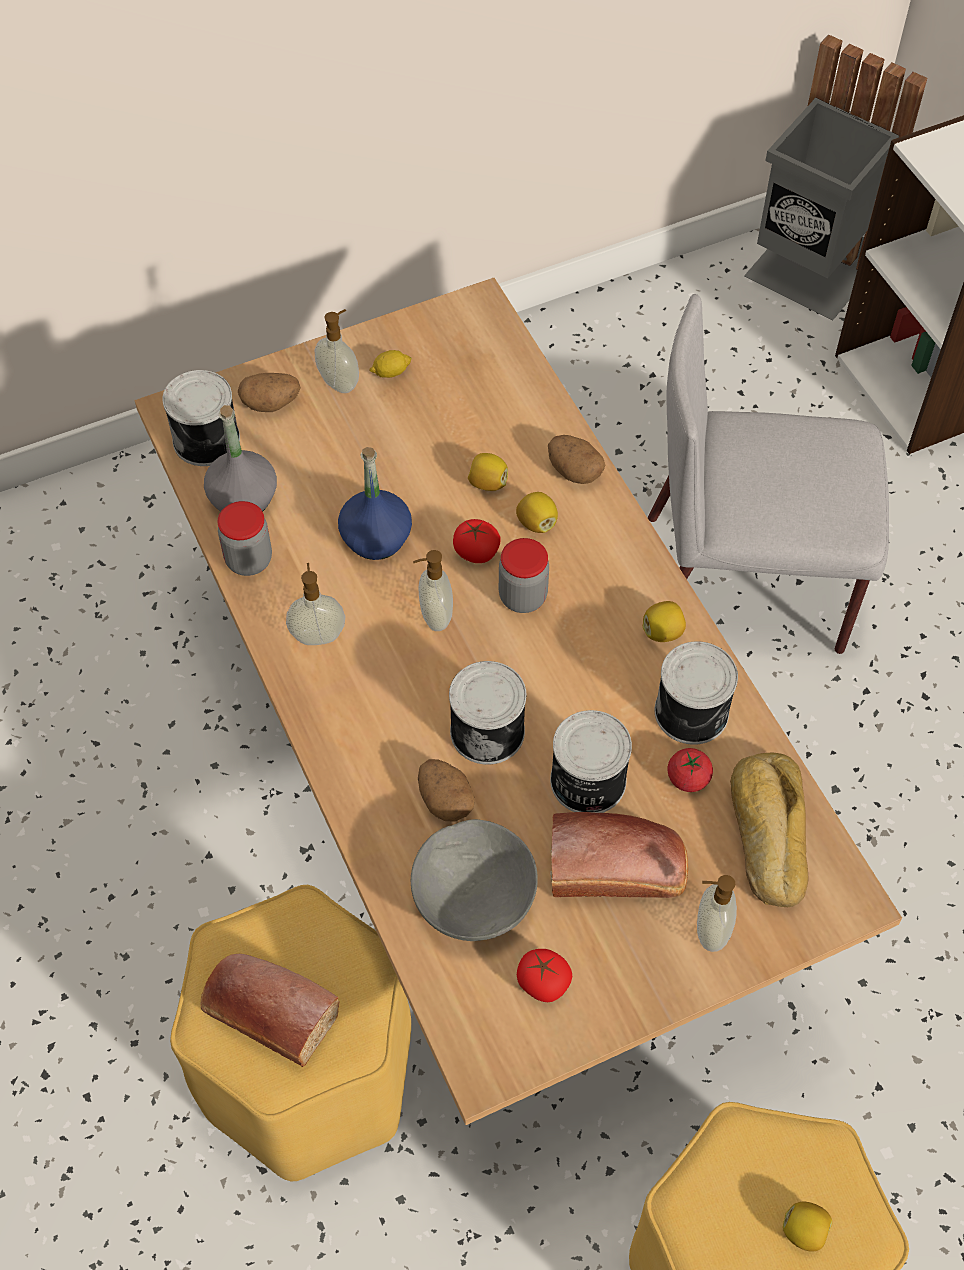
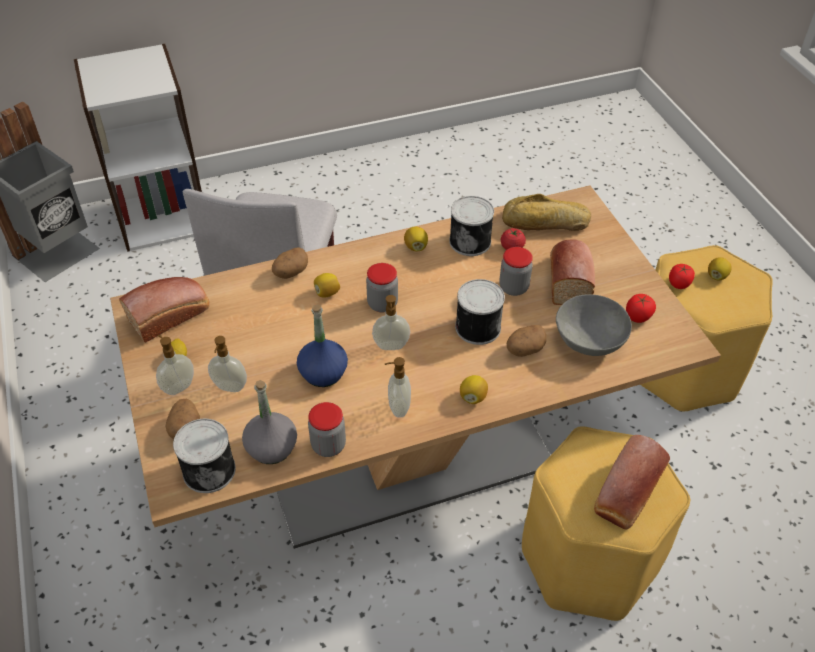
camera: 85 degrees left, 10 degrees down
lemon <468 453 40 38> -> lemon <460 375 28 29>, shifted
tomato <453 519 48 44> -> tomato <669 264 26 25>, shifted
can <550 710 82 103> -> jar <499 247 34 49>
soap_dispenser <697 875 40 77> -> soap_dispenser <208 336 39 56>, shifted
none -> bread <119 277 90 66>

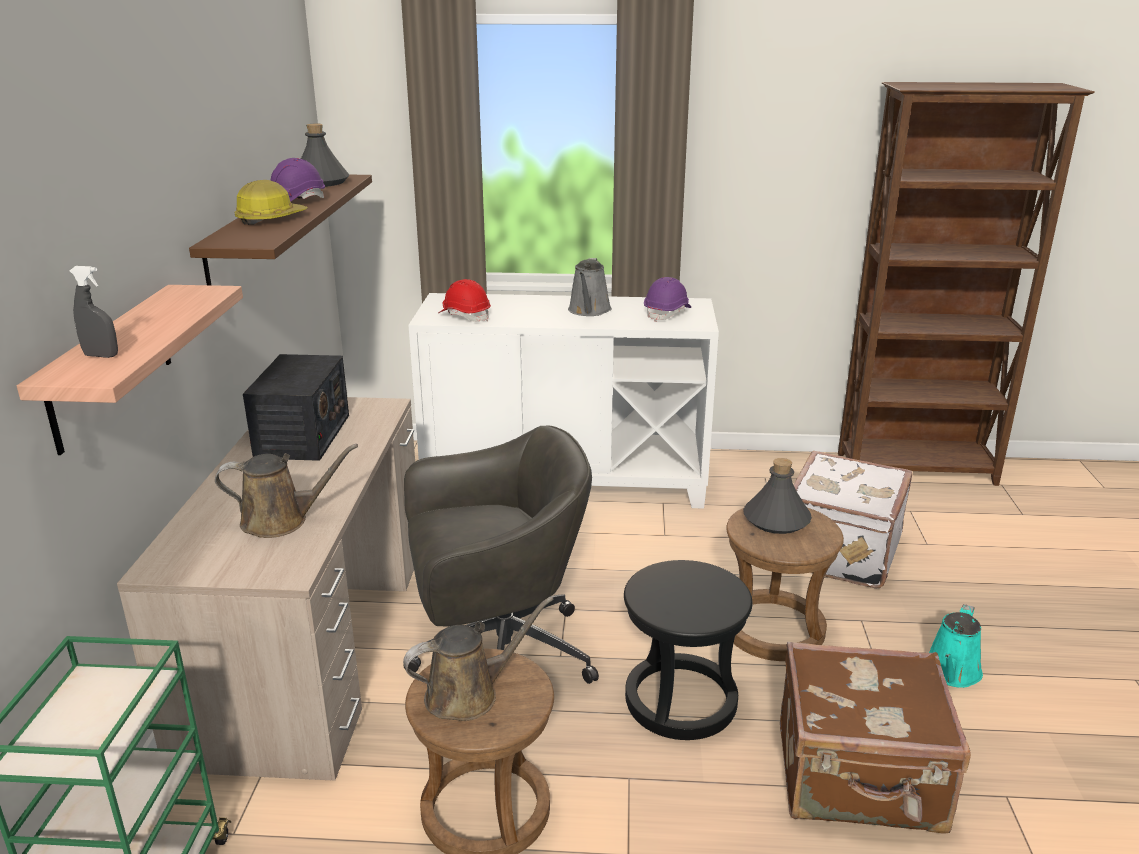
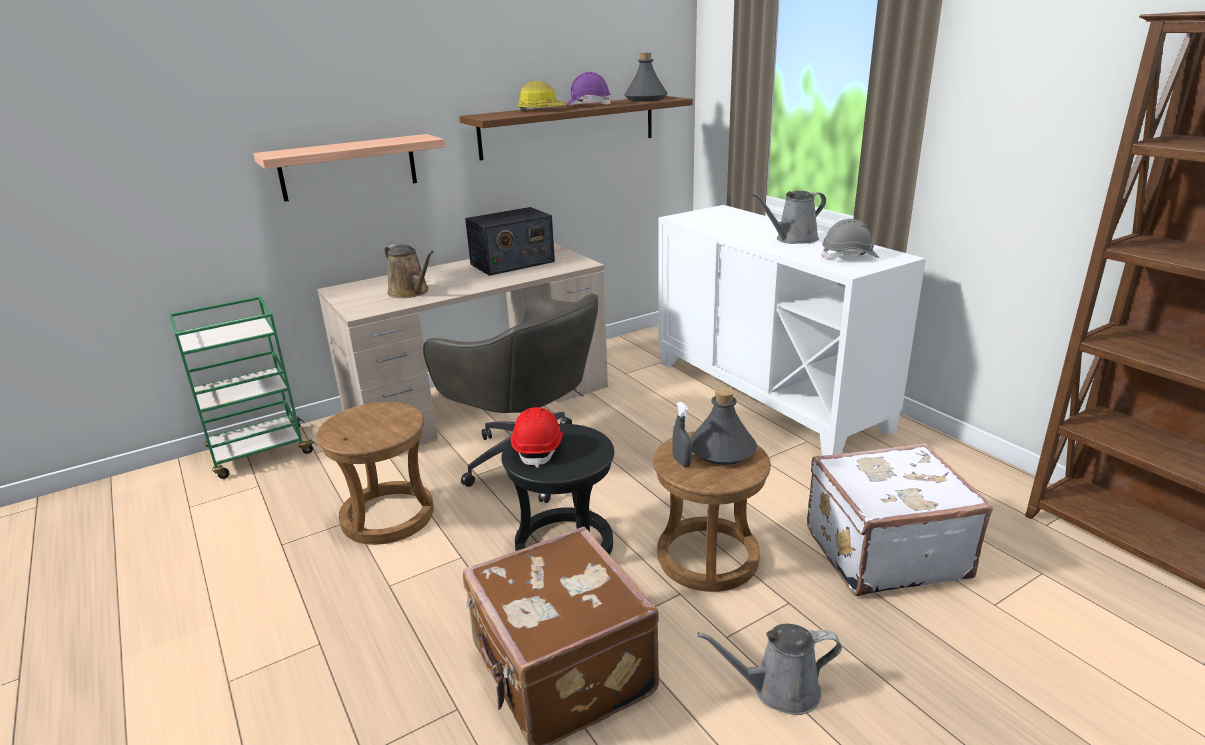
camera: 55 degrees right, 0 degrees up
grey_spray_bottle <70 266 48 92> -> grey_spray_bottle <672 402 20 65>, shifted
purple_hard_hat <644 277 47 45> -> grey_hard_hat <821 219 58 40>
red_hard_hat <439 279 52 43> -> red_hard_hat <510 407 53 61>, shifted
brown_watering_can <403 596 151 125> -> none
turquoise_watering_can <929 604 54 84> -> grey_watering_can <697 624 145 91>

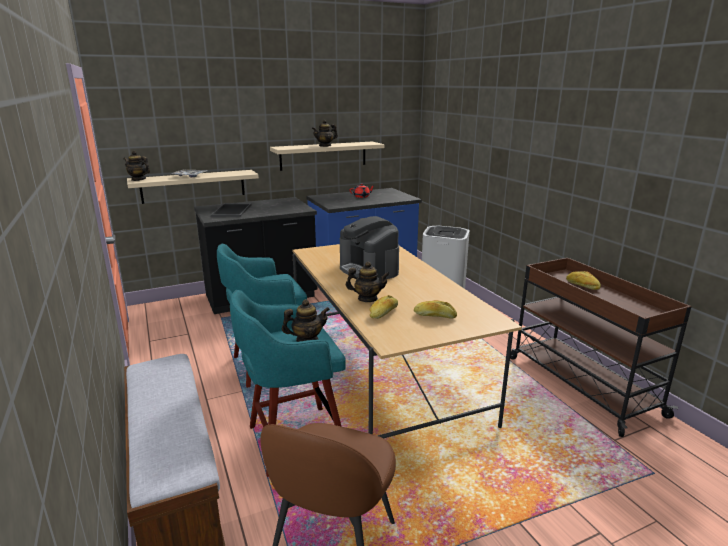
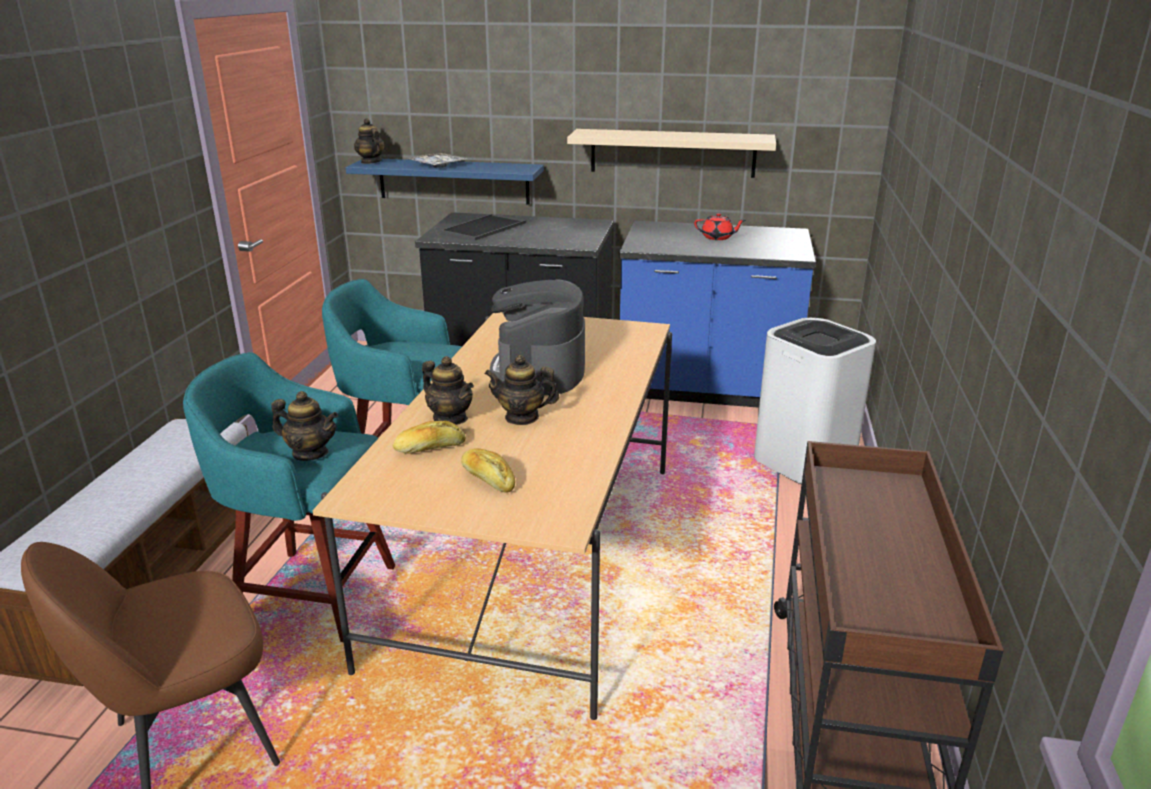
camera: 35 degrees right, 5 degrees up
teapot <312 120 26 27> -> teapot <484 355 75 70>, shifted
beige_shelf <127 170 132 34> -> blue_shelf <346 159 198 46>
bread <566 271 35 19> -> none

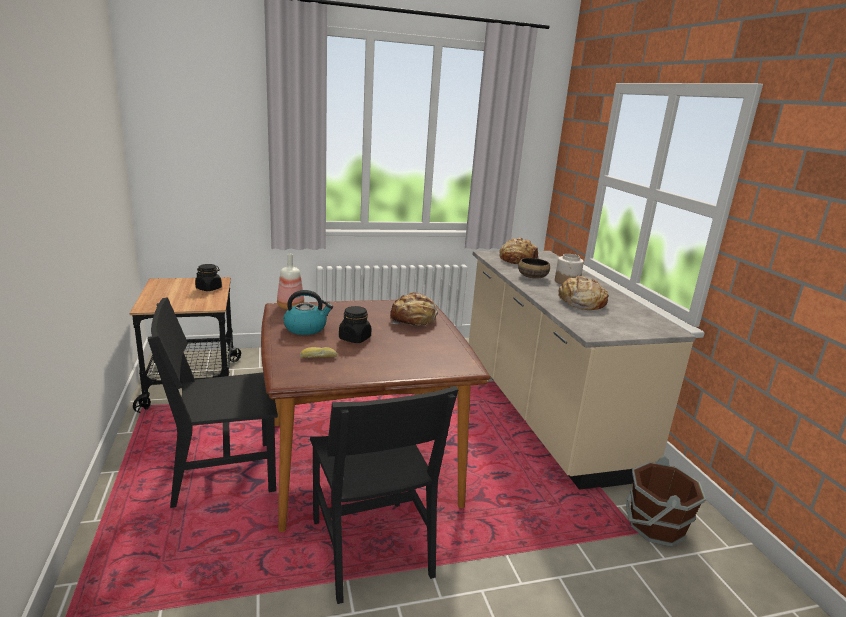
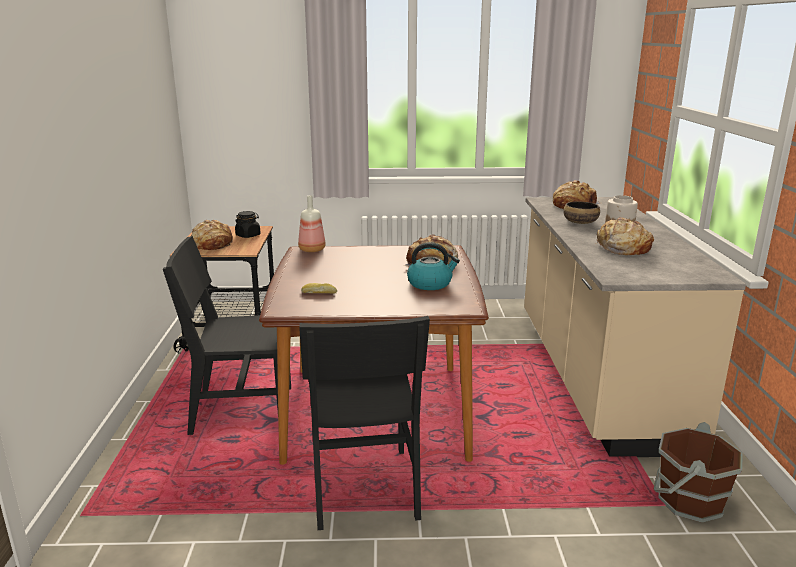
camera: 15 degrees right, 0 degrees up
kettle <283 290 50 45> -> kettle <407 242 53 48>, shifted
black_jar <339 306 32 37> -> none
none -> bread <191 220 42 30>

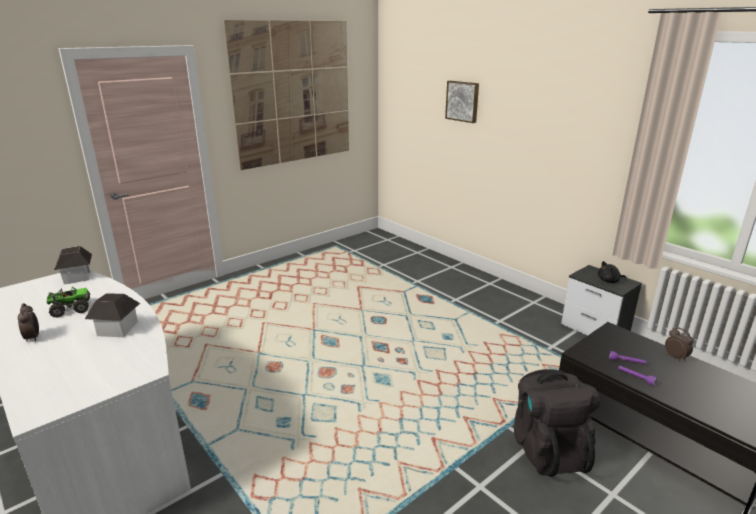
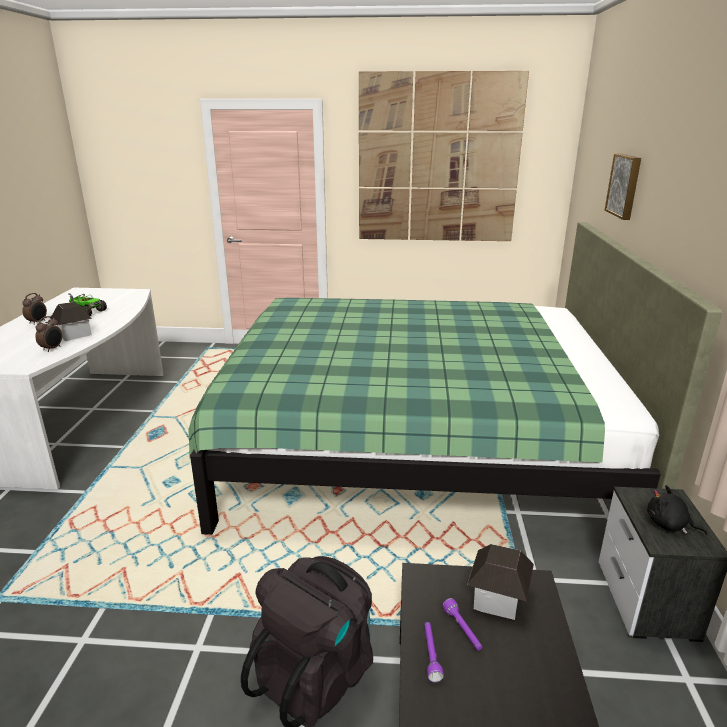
camera: 45 degrees right, 0 degrees up
toy_house <54 246 38 38> -> toy_house <467 544 67 76>, shifted
alarm_clock <665 328 28 34> -> alarm_clock <35 316 27 36>, shifted
none -> green_bed <188 222 535 313>

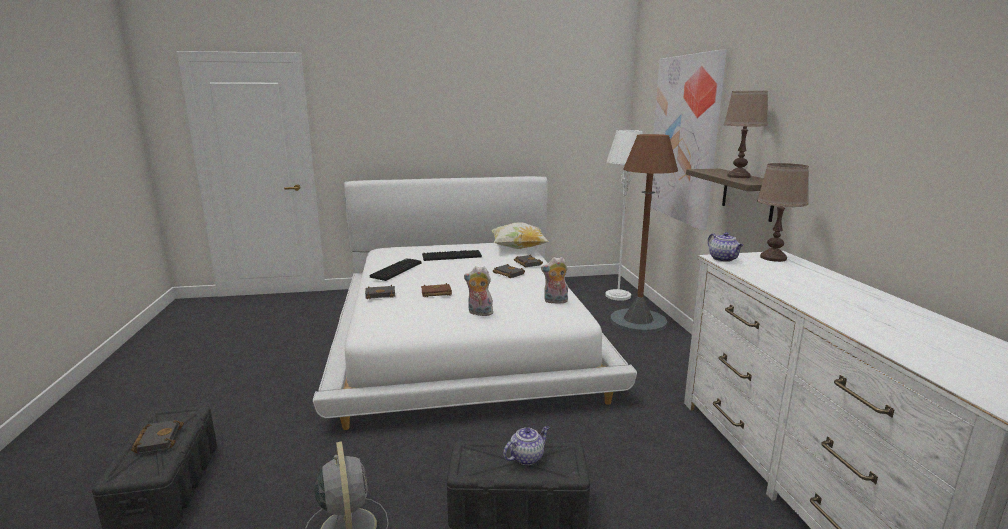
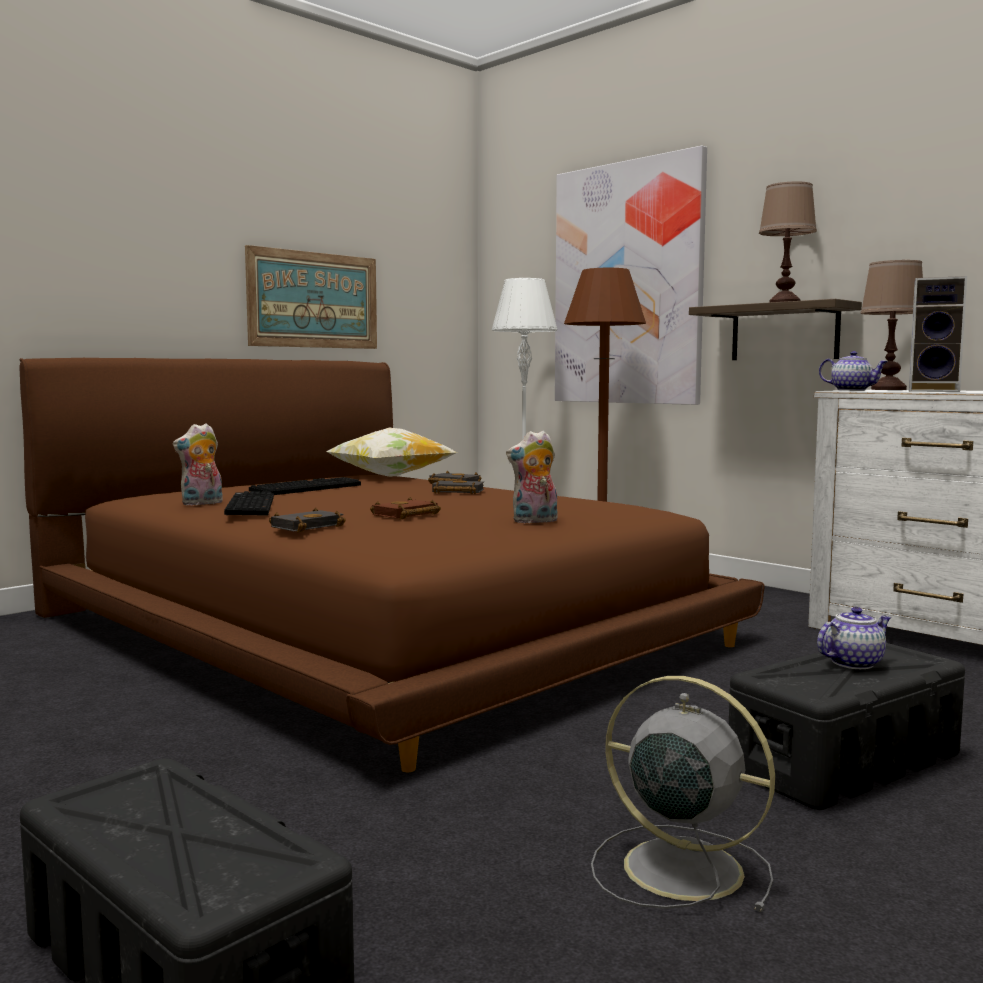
camera: 35 degrees left, 10 degrees down
white_bed <313 176 324 254> -> brown_bed <20 358 745 414>
plush_toy <541 257 27 47> -> plush_toy <173 423 50 83>, shifted
black_book <131 420 53 34> -> none
teapot <503 426 47 39> -> teapot <817 607 74 62>, 45 degrees clockwise
none -> picture <245 245 132 104>
none -> speaker <909 276 58 116>

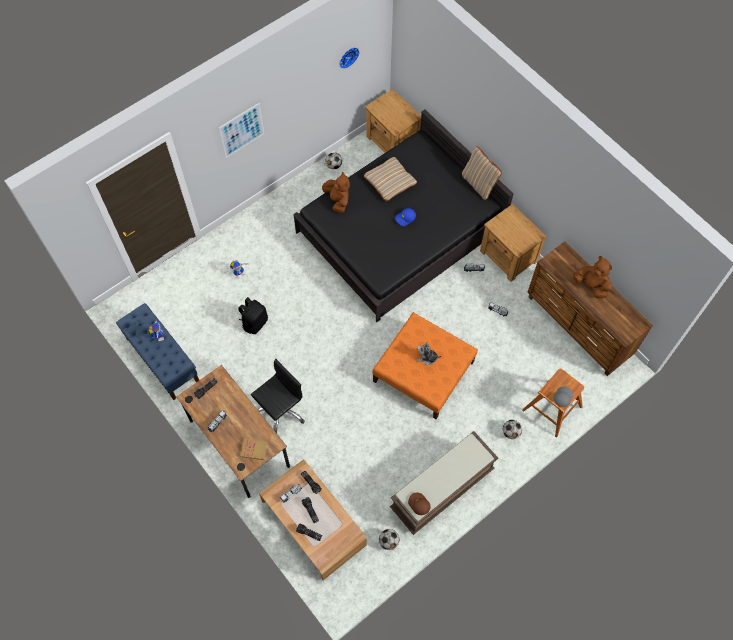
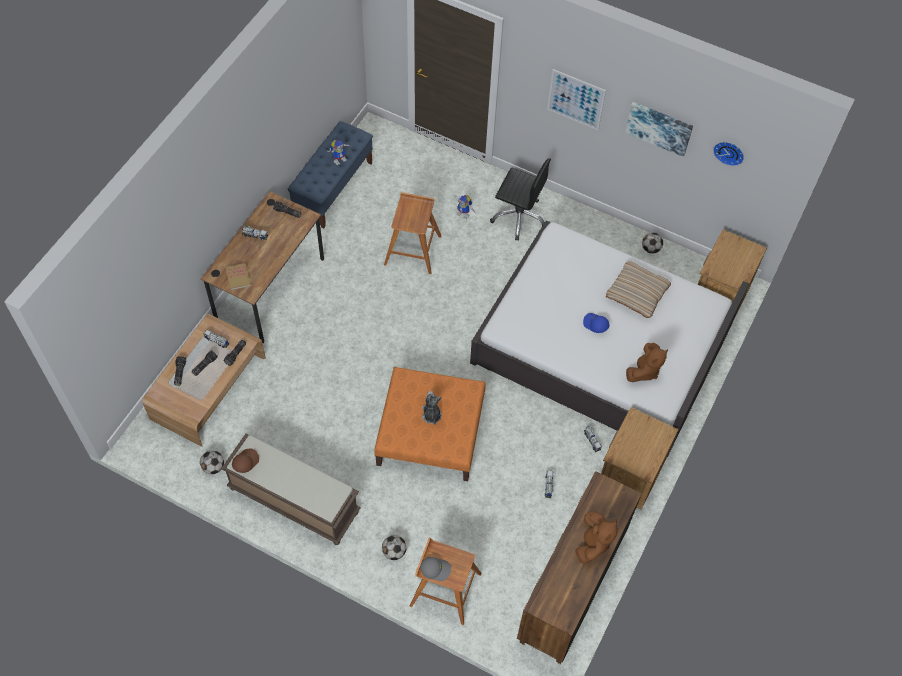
camera: 65 degrees right, 5 degrees down
black_bed <293 109 221 213> -> white_bed <470 220 279 237>
beige_pillow <462 146 40 54> -> none
brown_plush_toy <322 172 28 41> -> brown_plush_toy <626 343 42 39>, shifted
black_backpack <238 297 30 37> -> brown_stool <384 192 57 82>
black_office_chair <251 359 54 74> -> black_office_chair <490 158 61 83>, shifted
none -> picture <625 102 68 55>

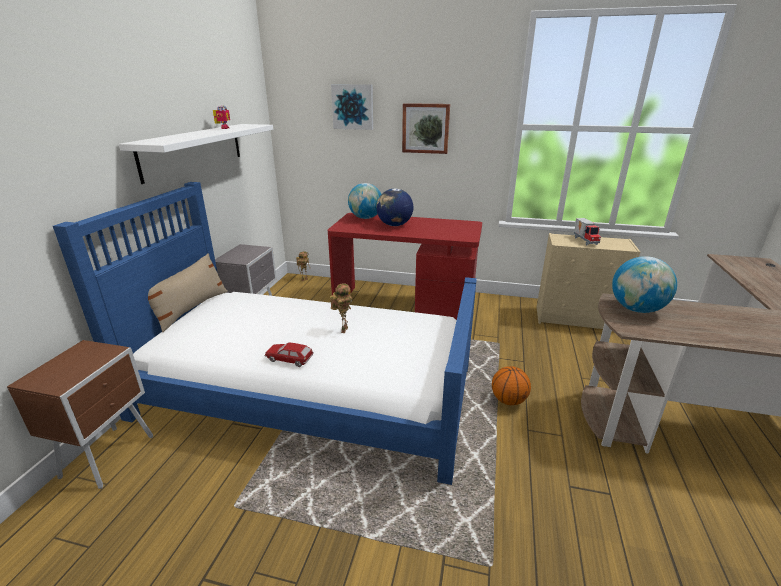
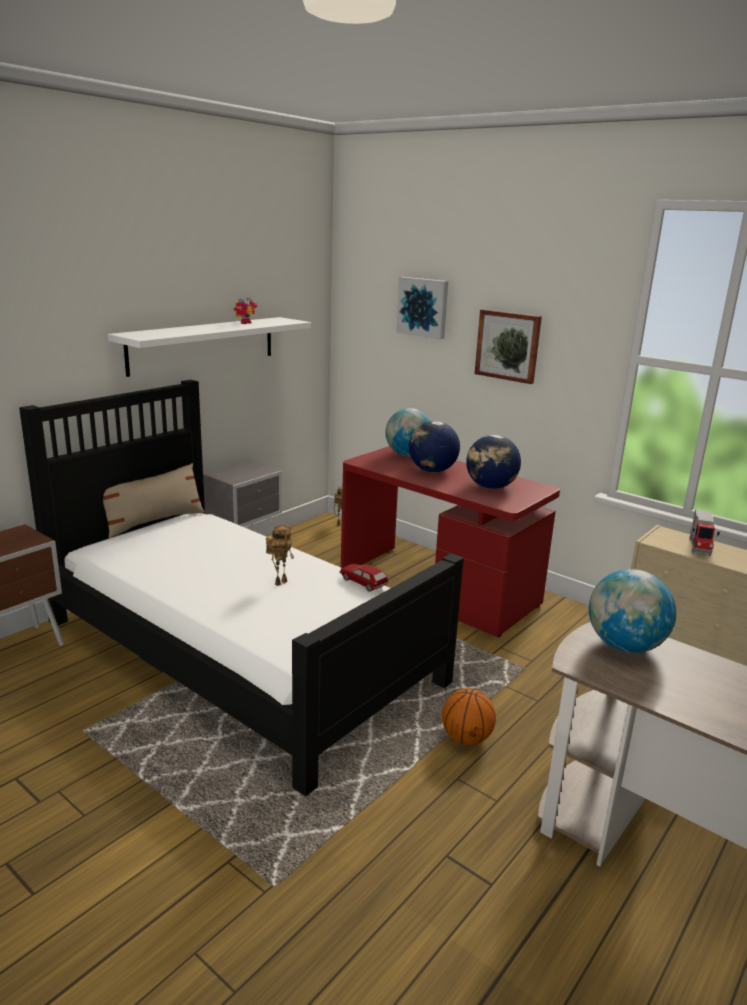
camera: 25 degrees right, 5 degrees down
blue_bed <53 182 424 303> -> black_bed <19 380 445 417>
toy_car <264 342 50 25> -> toy_car <339 564 50 28>, shifted
none -> globe <466 435 55 54>

